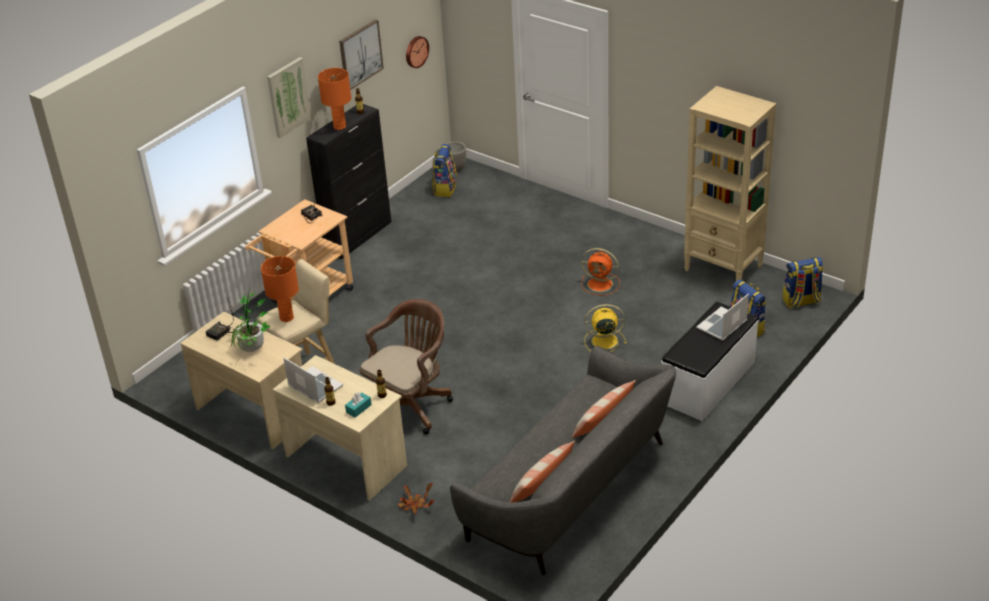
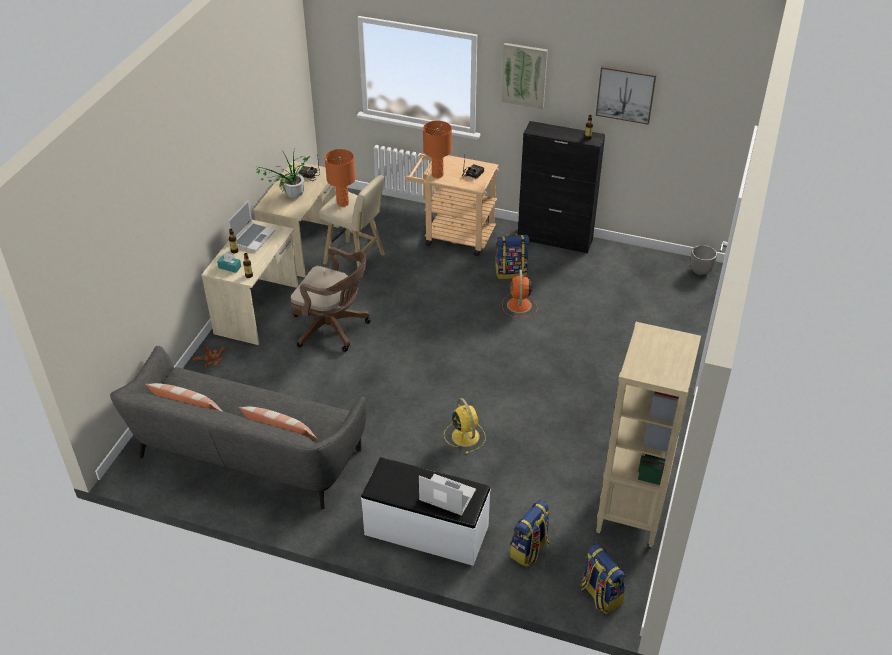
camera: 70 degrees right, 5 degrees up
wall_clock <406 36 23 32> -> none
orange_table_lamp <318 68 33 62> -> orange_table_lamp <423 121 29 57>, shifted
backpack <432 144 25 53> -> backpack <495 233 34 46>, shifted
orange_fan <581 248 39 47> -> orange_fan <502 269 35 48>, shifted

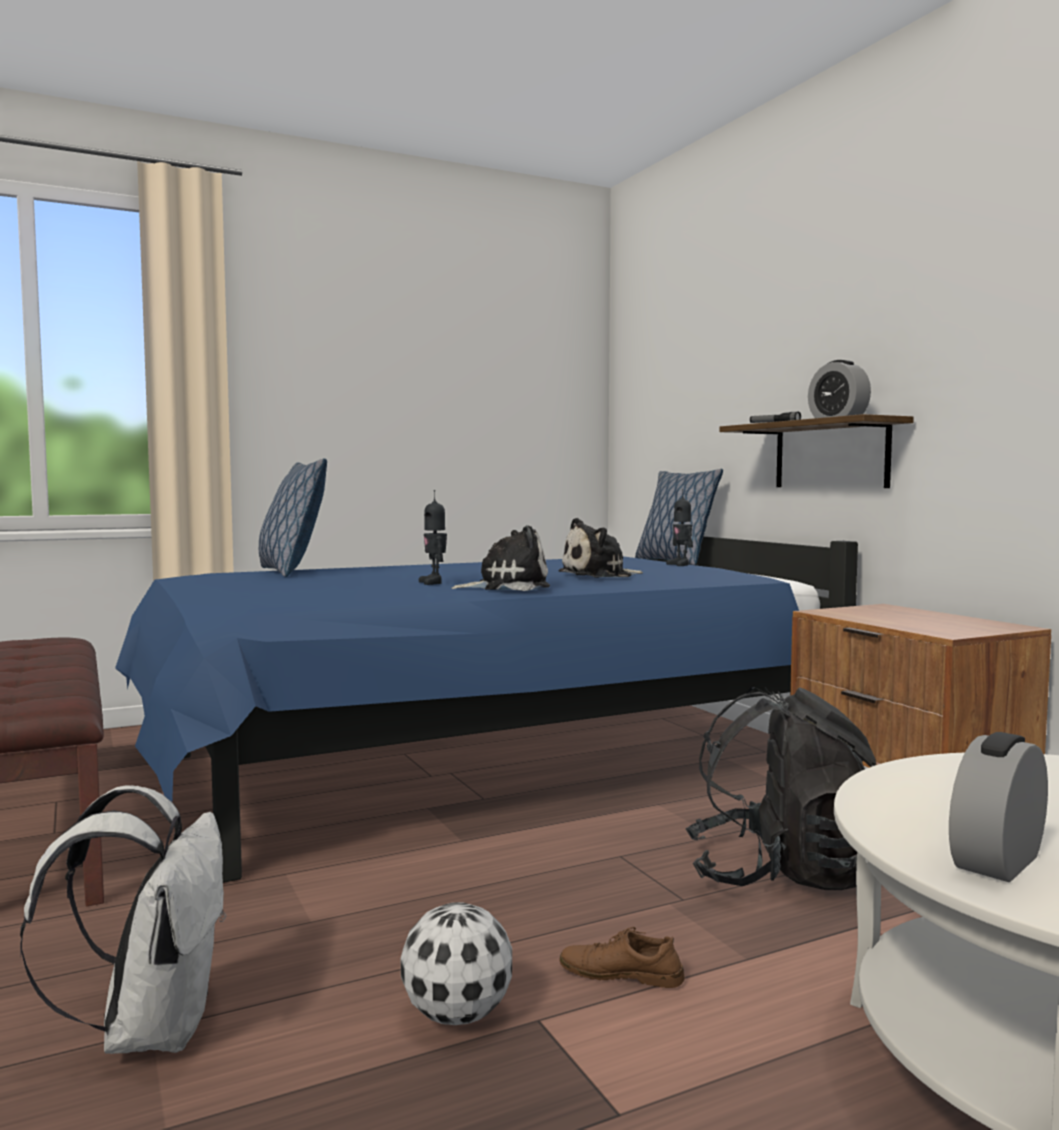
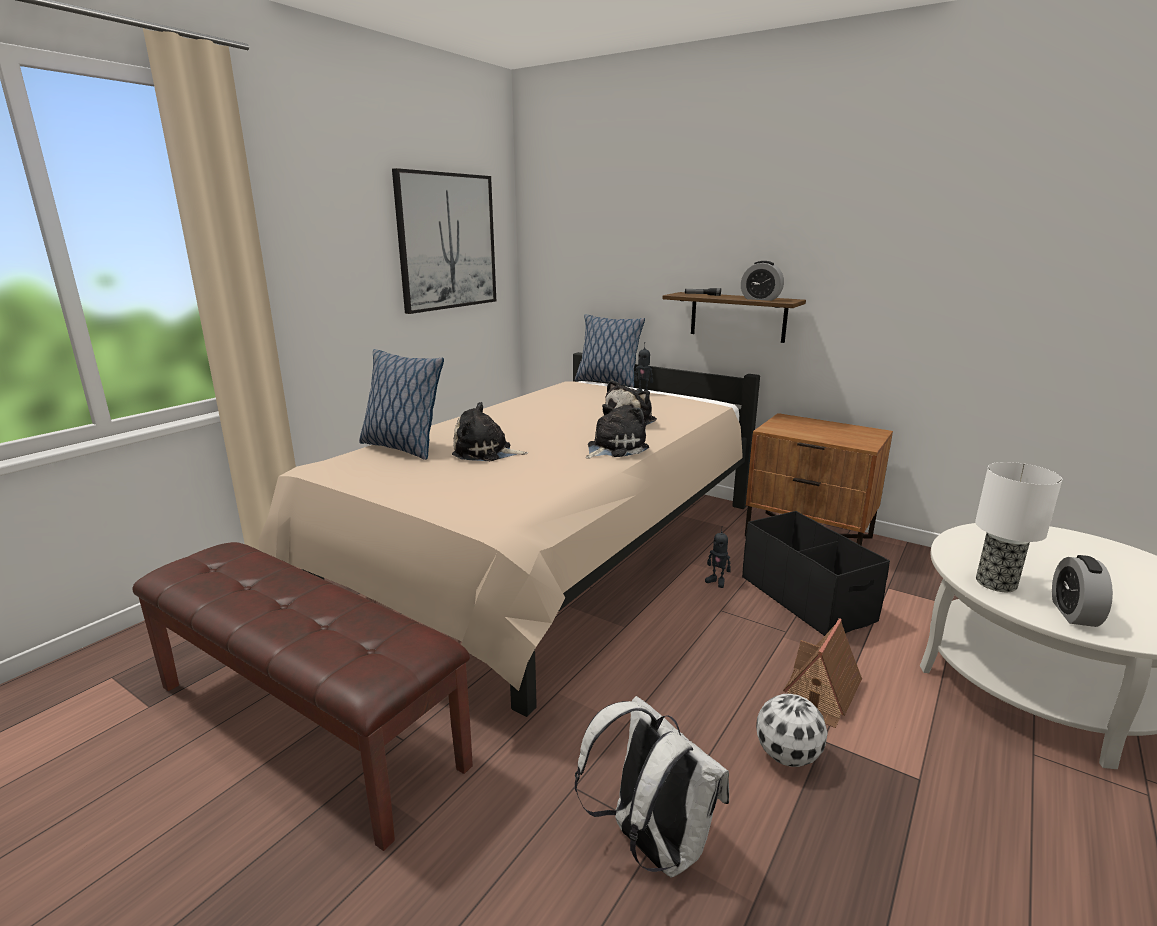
camera: 30 degrees left, 15 degrees up
toy_robot <419 490 28 95> -> toy_robot <705 526 26 62>, shifted
blue_bed <115 536 743 347> -> beige_bed <258 352 502 365>
black_backpack <685 687 191 203> -> black_storage_box <742 511 148 125>
brown_shoe <559 927 126 61> -> toy_house <783 618 79 110>
none -> picture <392 168 104 146>
none -> plush_toy <452 402 76 59>
none -> table_lamp <975 462 87 130>

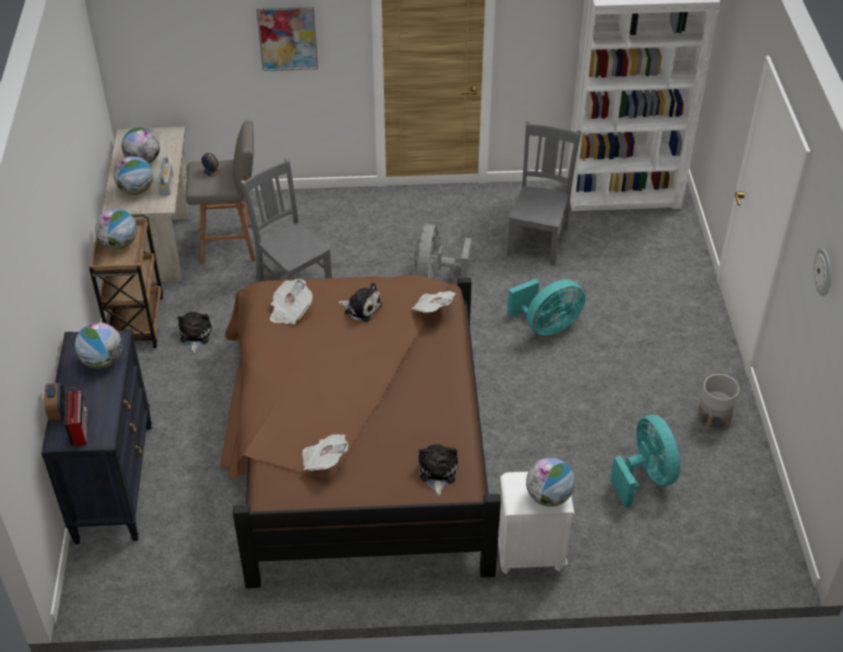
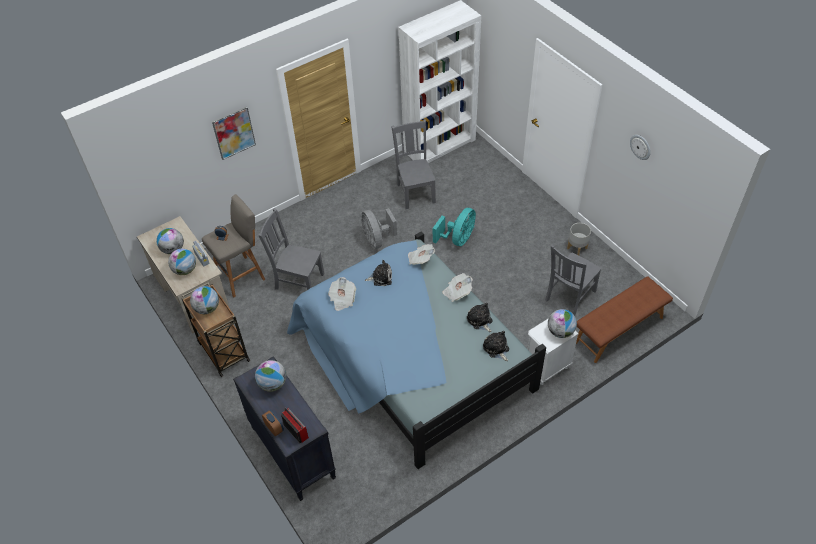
camera: 30 degrees left, 5 degrees up
brown_bed <220 275 281 313> -> blue_bed <287 232 259 237>
plush_toy <177 312 35 41> -> plush_toy <467 303 26 29>, shifted
turquoise_fan <610 415 70 93> -> grey_chair <545 245 56 71>
newspaper <302 434 46 37> -> newspaper <443 273 30 29>, shifted
none -> brown_bench <576 276 97 87>

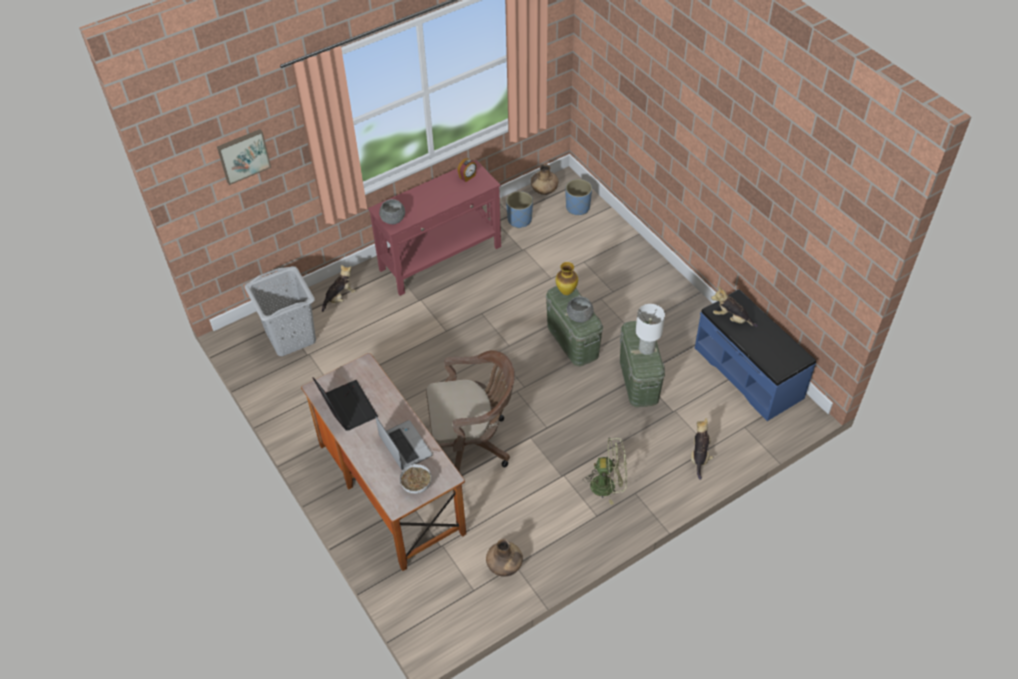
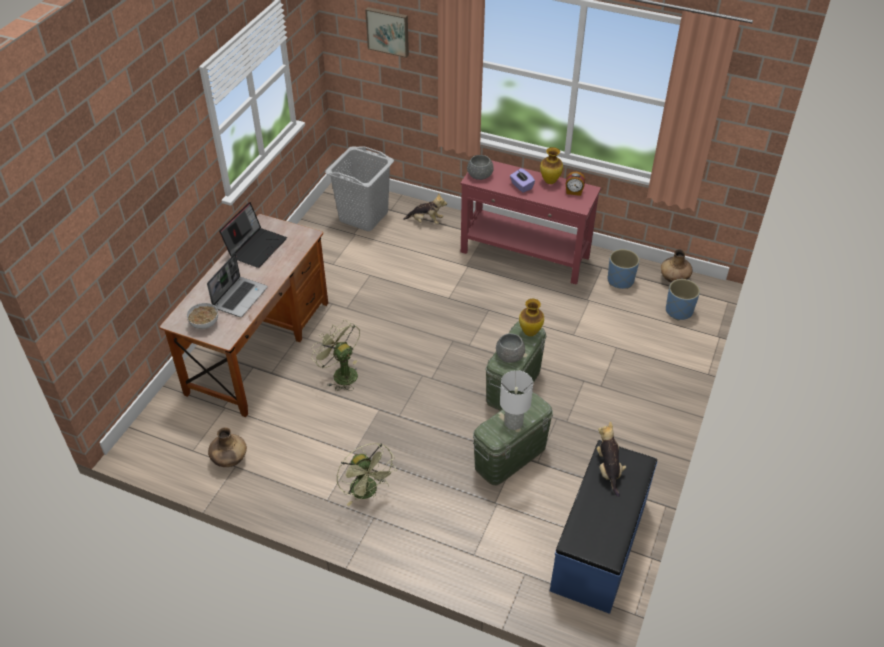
camera: 55 degrees right, 5 degrees down
brown_office_chair <426 350 89 121> -> green_fan <311 320 49 71>
plush_toy <691 418 22 62> -> none
none -> vase <540 147 23 37>
none -> purple_tissue_box <510 168 25 24>

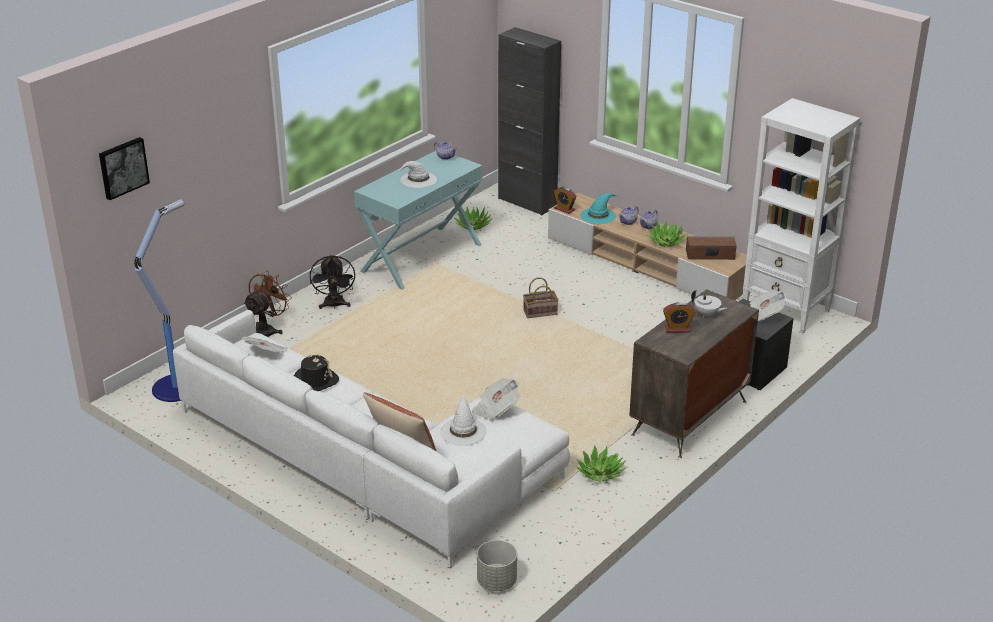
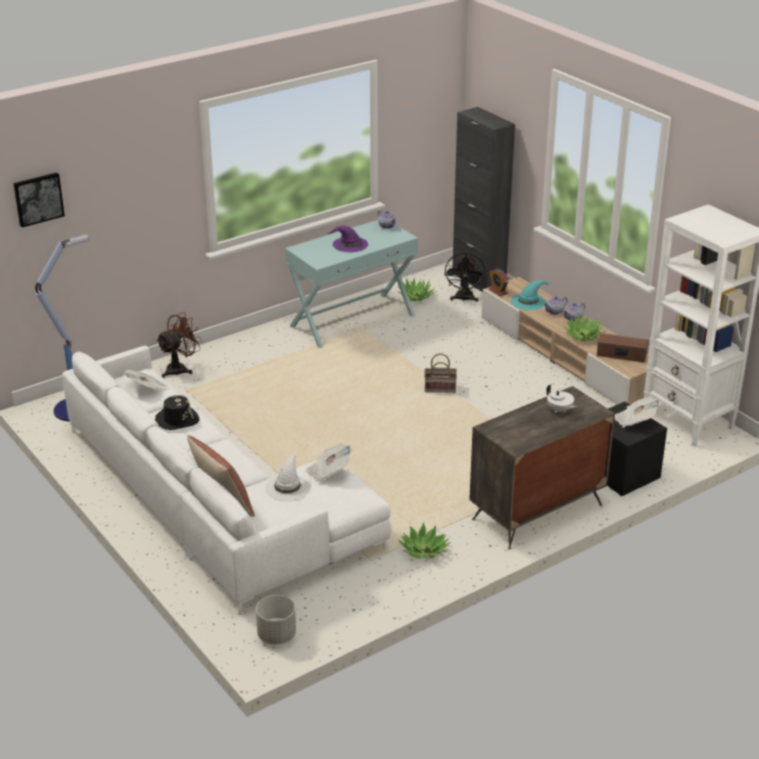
camera: 15 degrees right, 0 degrees up
white_hat <398 161 39 27> -> purple_hat <326 226 42 26>
black_fan <310 255 45 54> -> black_fan <445 253 40 49>, shifted
alarm_clock <663 302 32 31> -> none

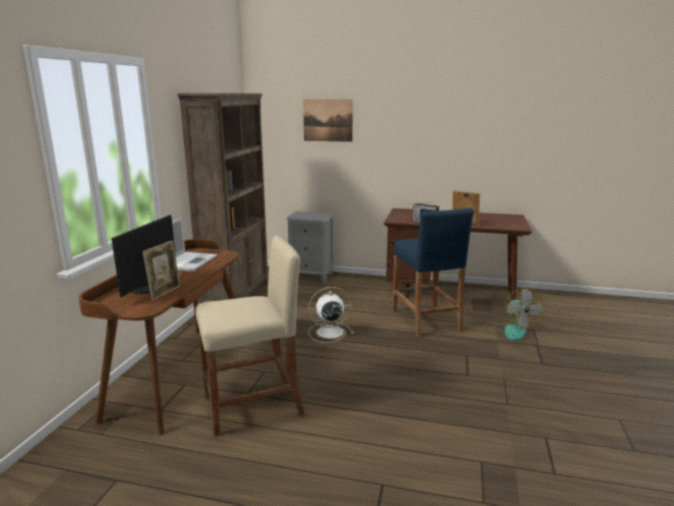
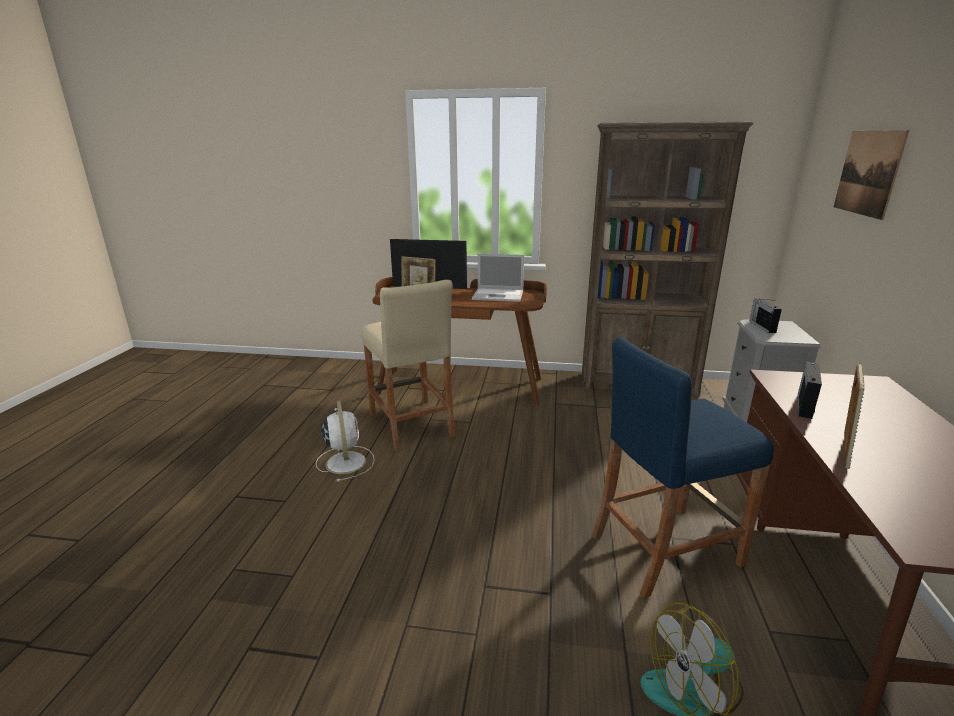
camera: 85 degrees right, 5 degrees up
white_fan <308 287 46 56> -> white_fan <316 401 59 81>, shifted
none -> radio <750 298 32 35>

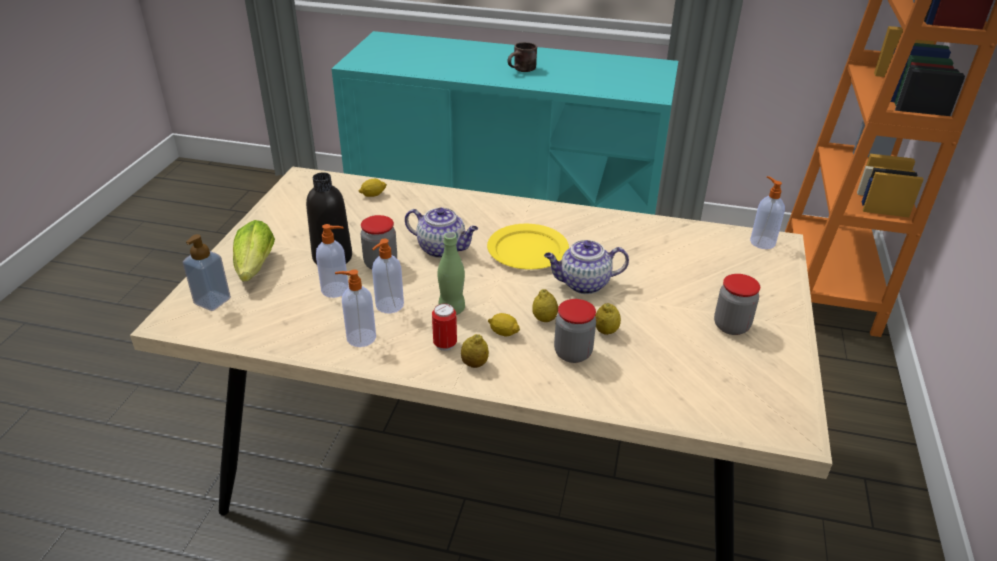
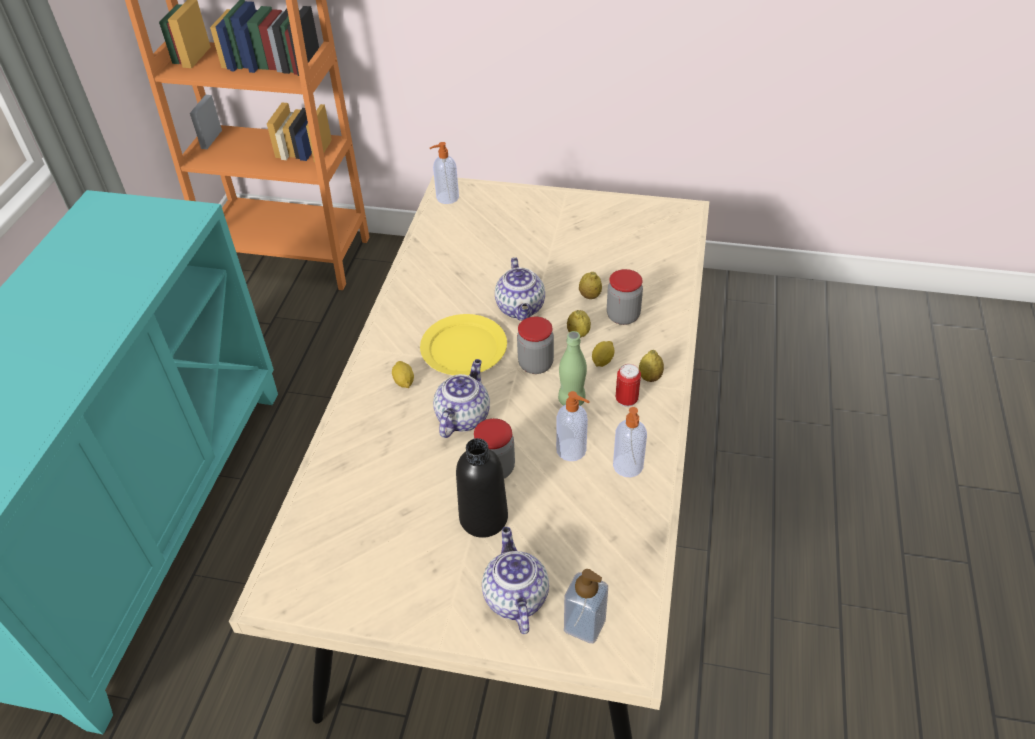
camera: 90 degrees left, 10 degrees up
brown_mug <508 42 29 30> -> none
lemon <359 179 28 18> -> lemon <392 361 22 27>, shifted
lettuce <233 220 42 61> -> teapot <482 527 67 107>
soap_dispenser <316 224 33 74> -> none
jar <714 274 46 61> -> jar <517 316 37 58>, shifted

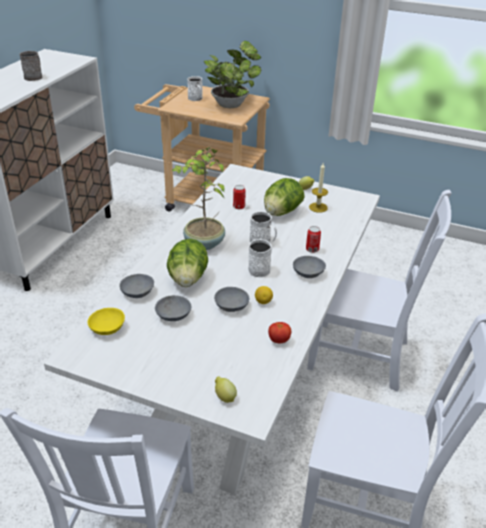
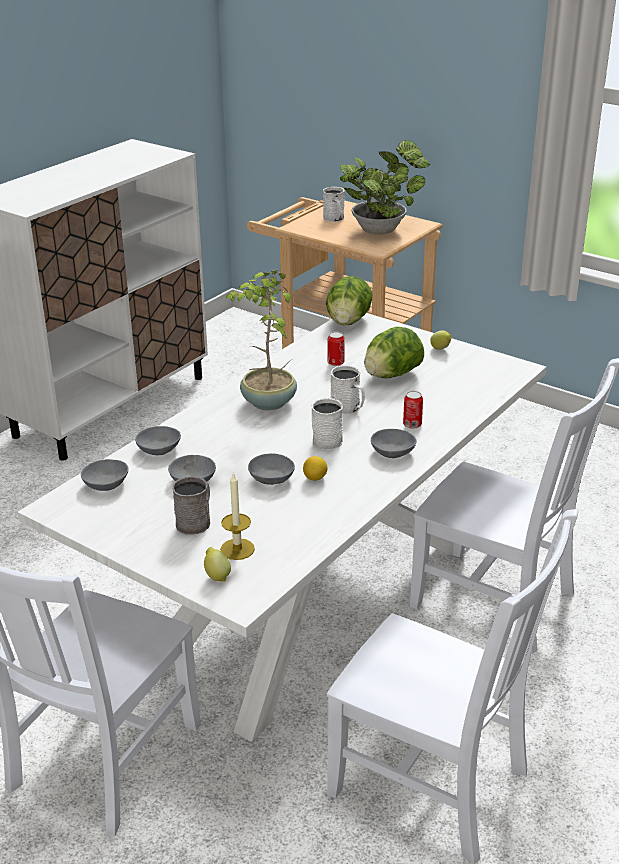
camera: 15 degrees right, 5 degrees down
grey_mug <19 51 23 30> -> grey_mug <172 476 38 59>, shifted
candle <309 163 19 50> -> candle <220 472 35 88>, shifted
lettuce <167 238 41 49> -> lettuce <326 276 47 50>, shifted
yellow_bowl <88 308 37 27> -> grey_bowl <81 459 47 32>
tomato <268 322 23 21> -> none

